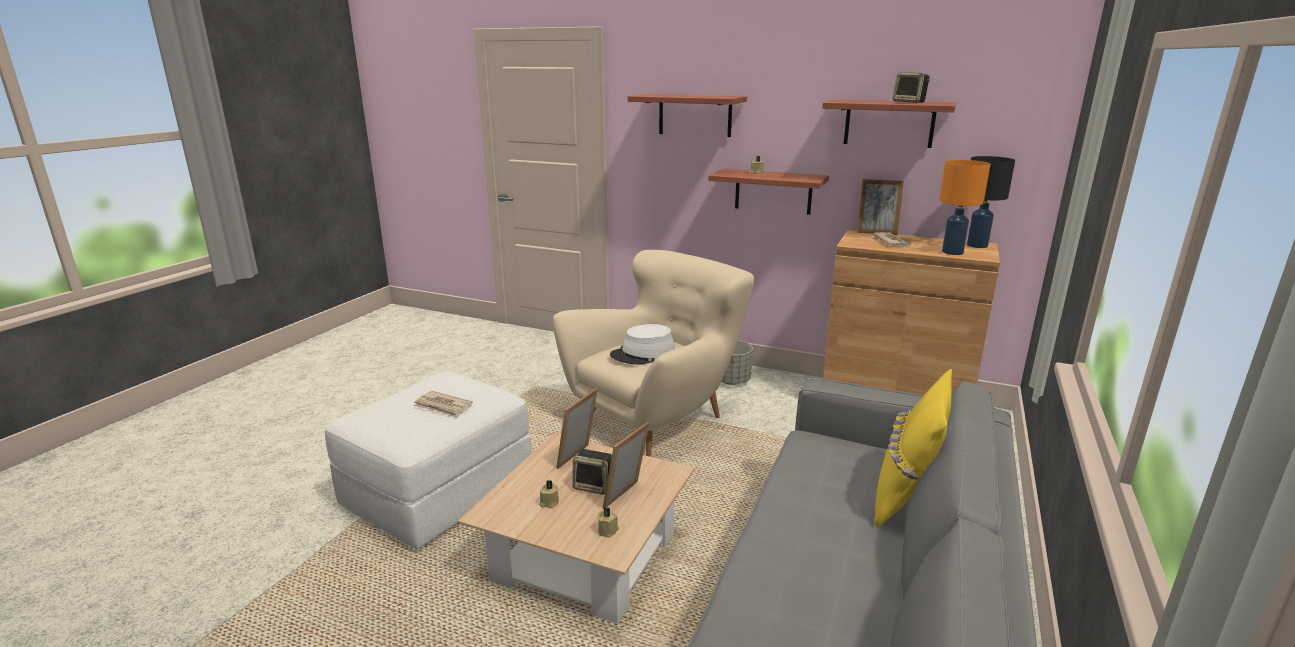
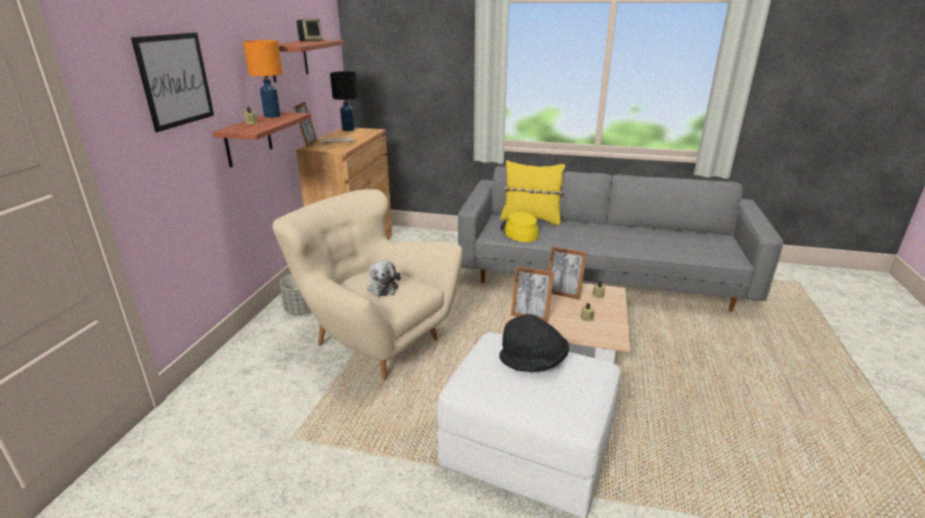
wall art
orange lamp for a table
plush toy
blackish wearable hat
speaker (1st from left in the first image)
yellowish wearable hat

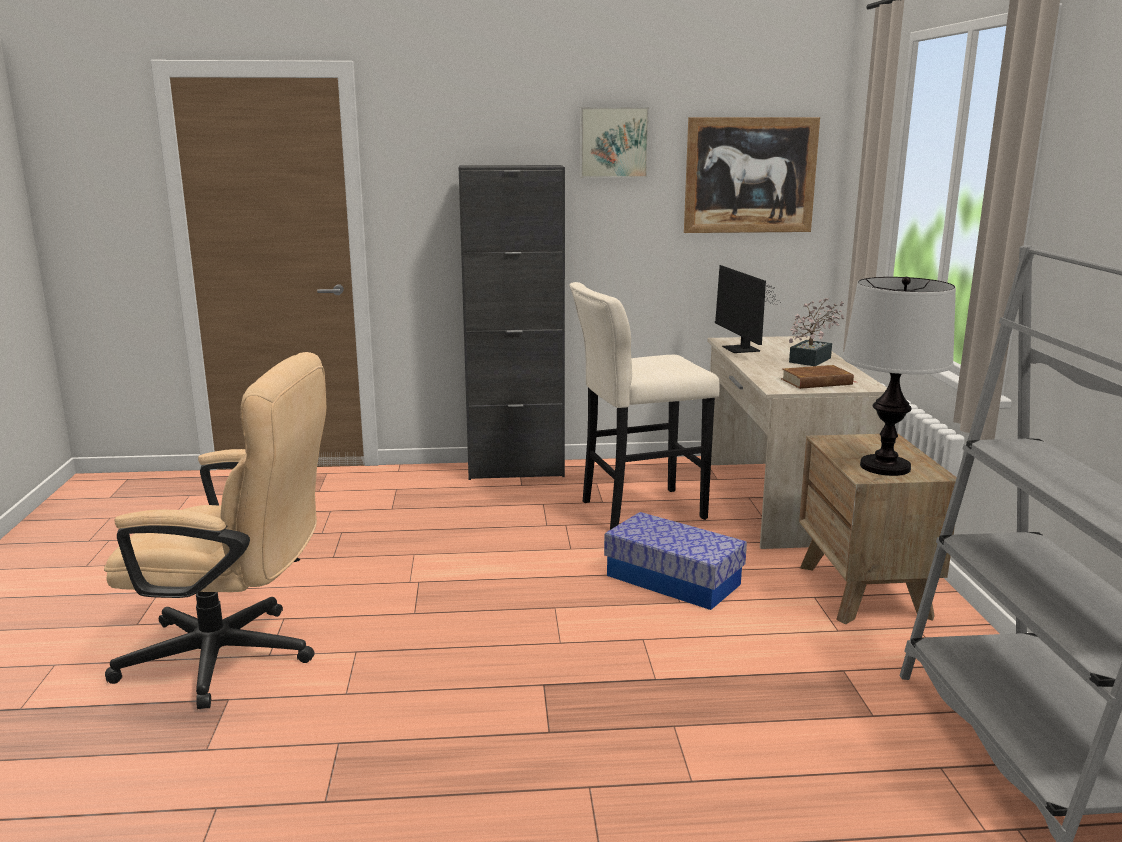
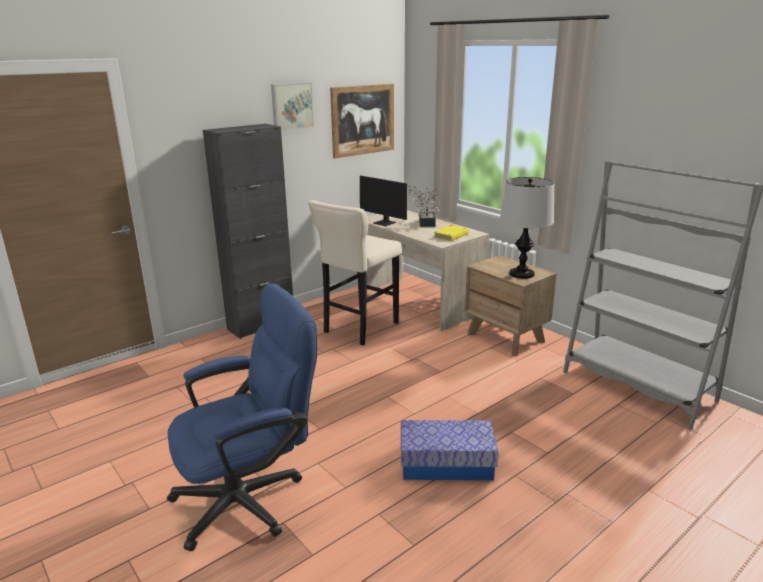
bluish office chair
yellowish volume
storage box

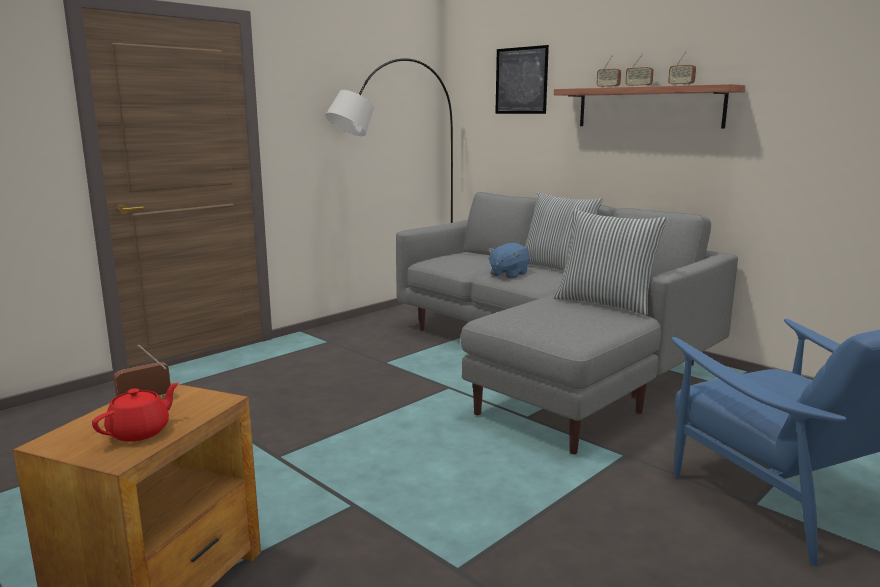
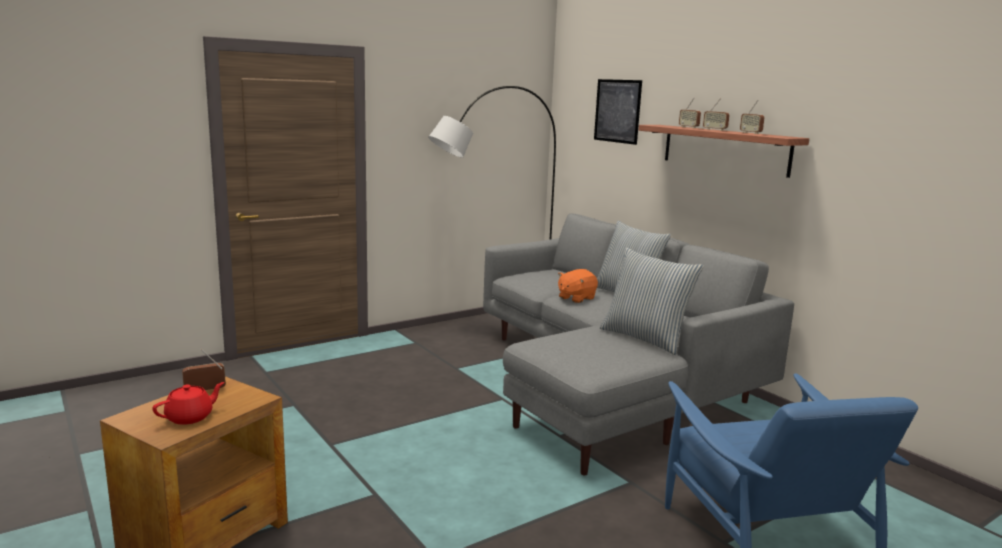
orange plush toy

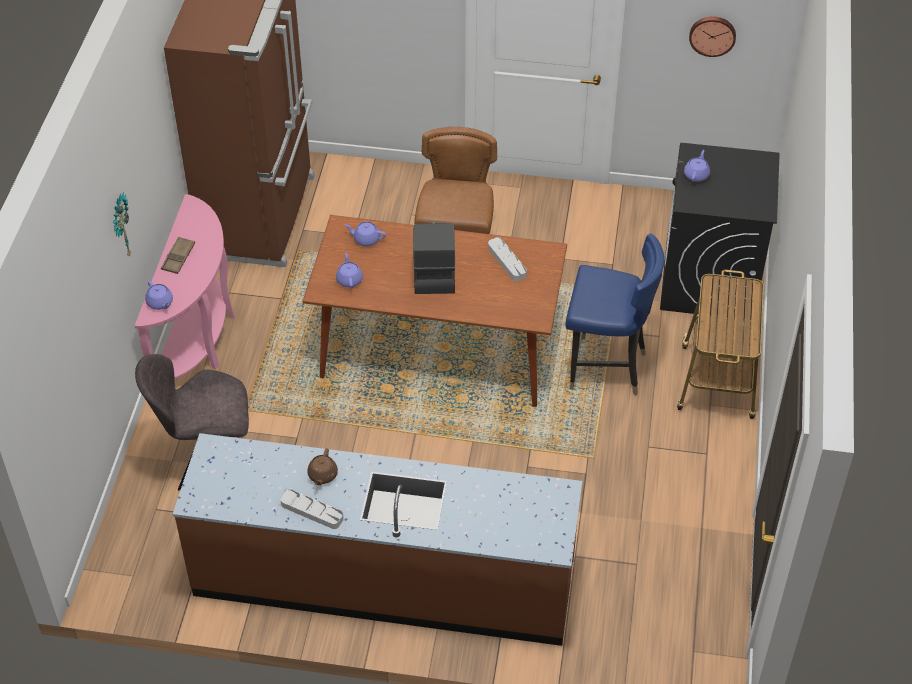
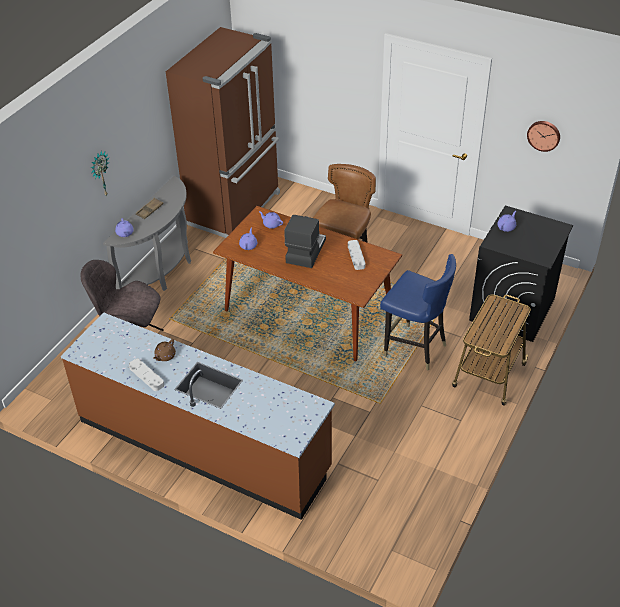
gray narrow table

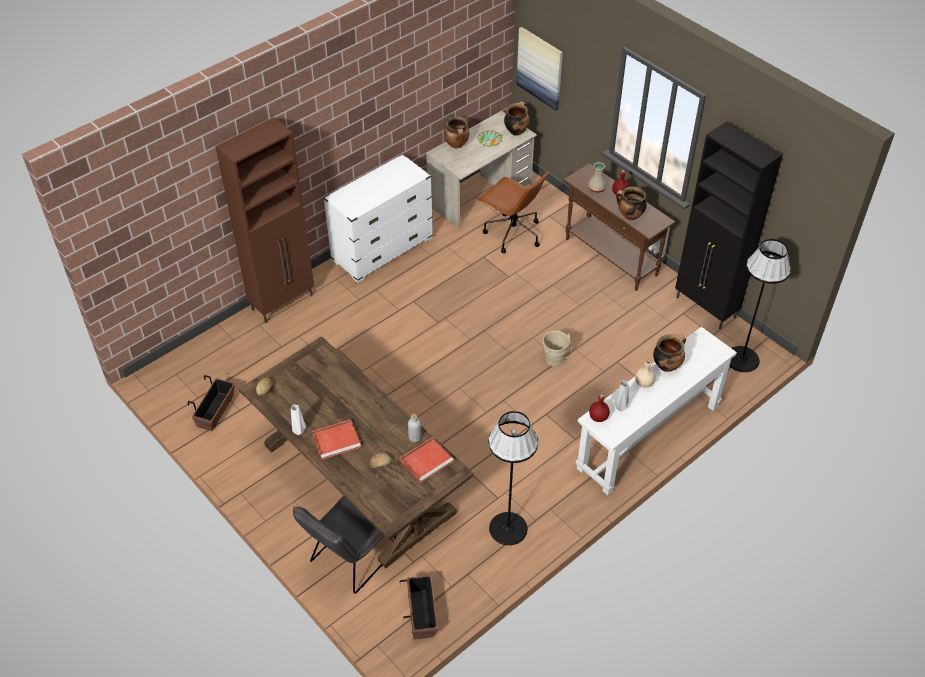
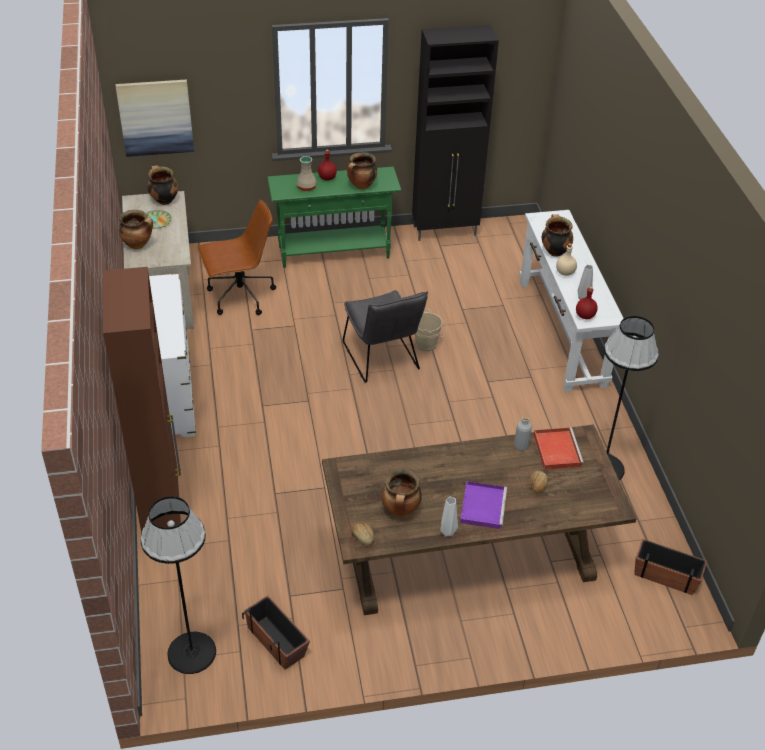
green-coloured narrow table
blackish standard lamp (1st from left)
purplish serving tray
gray chair
stockpot (4th from left)

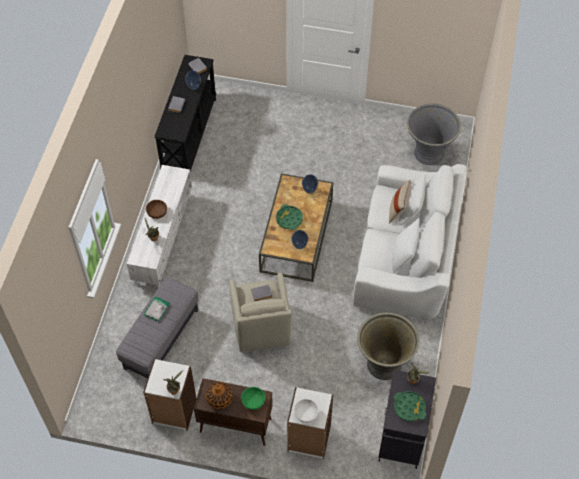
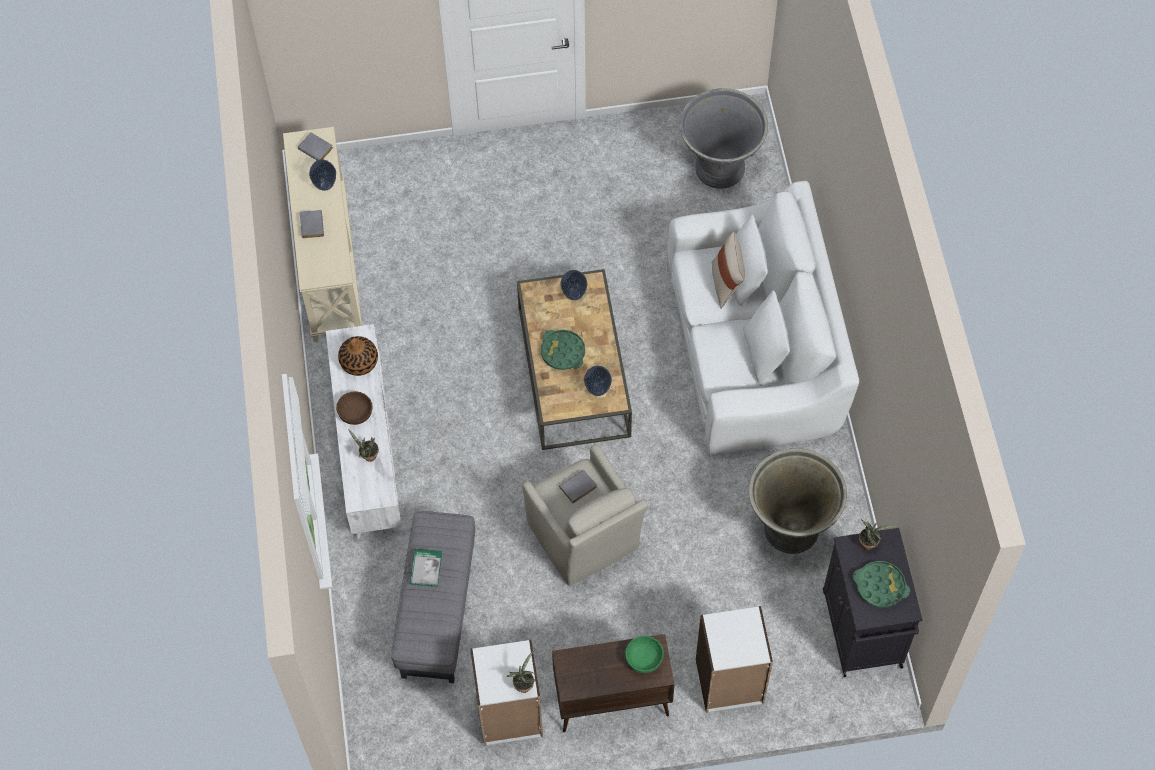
beige narrow table
vase (2nd from left)
white serving bowl

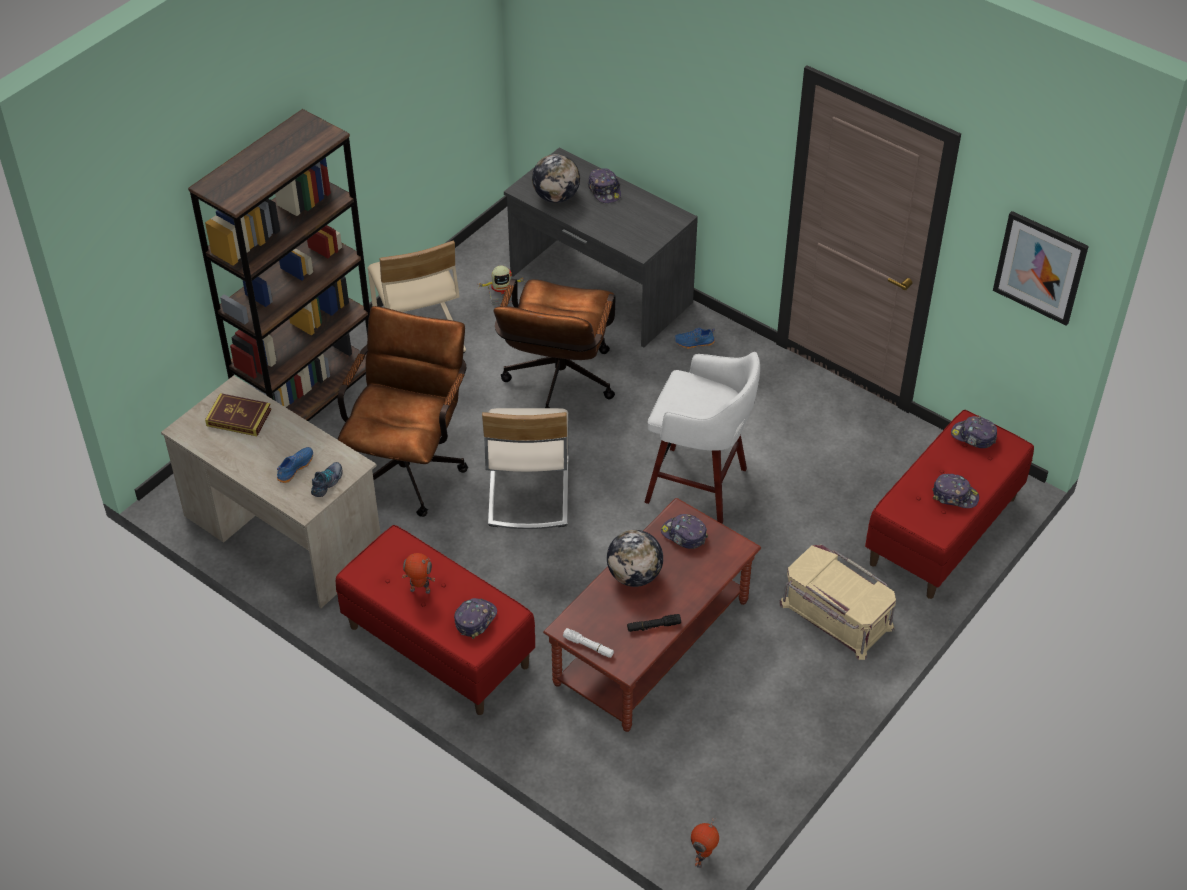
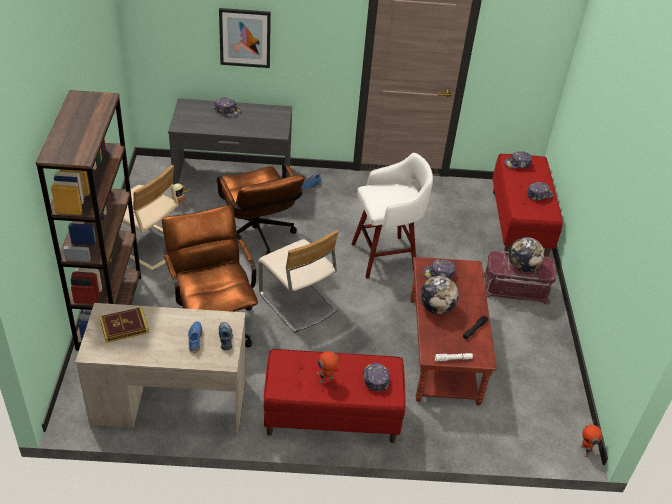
world globe (2nd from left)
wall art
red storage box

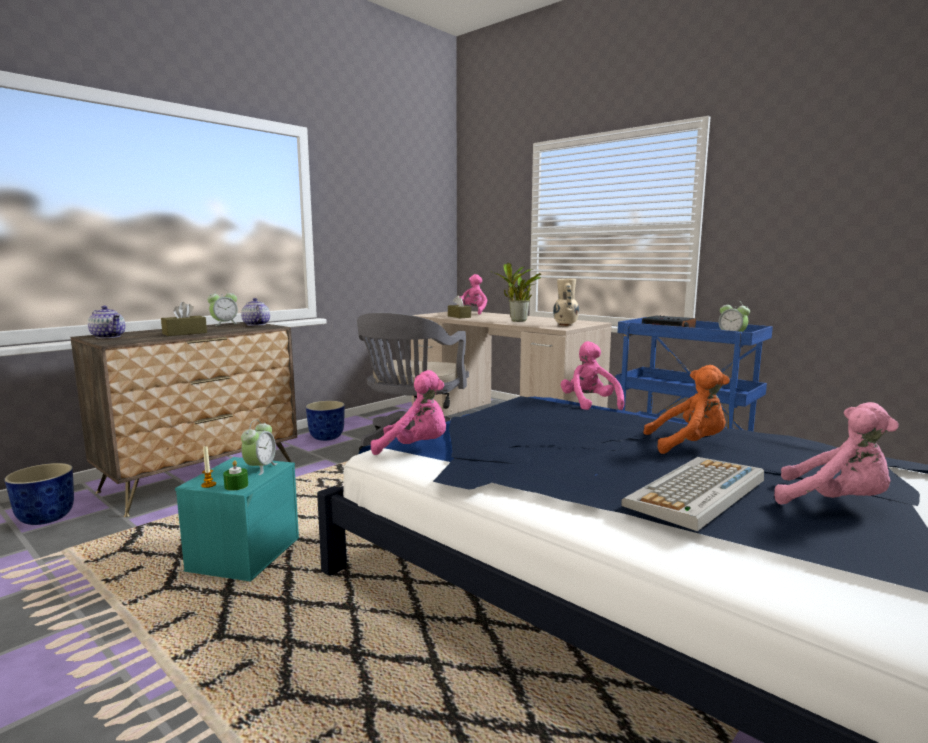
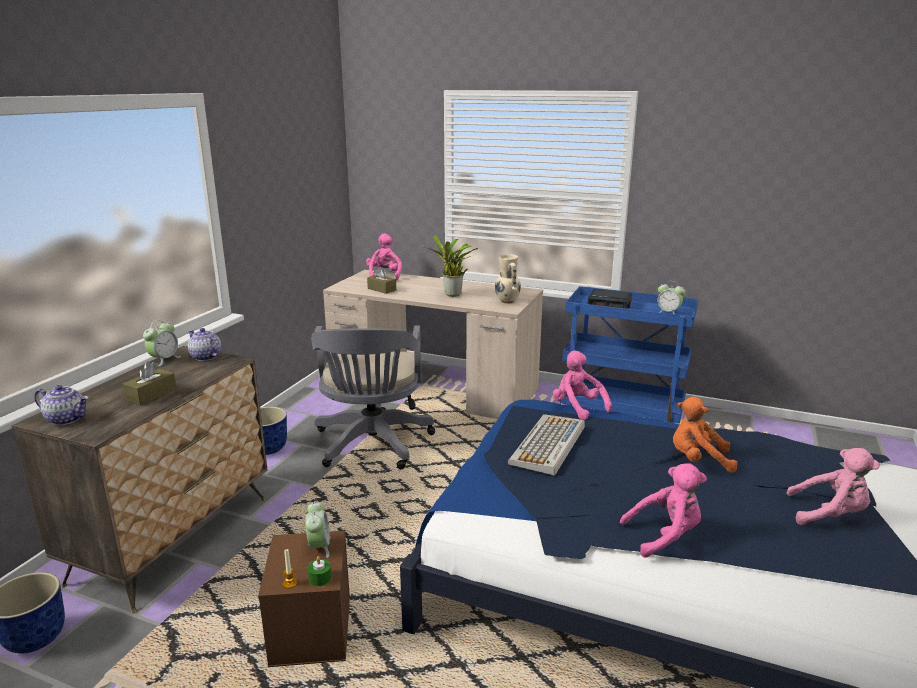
orange plush toy
pinkish plush toy (3rd from left)
brown-coloured storage box
computer keyboard

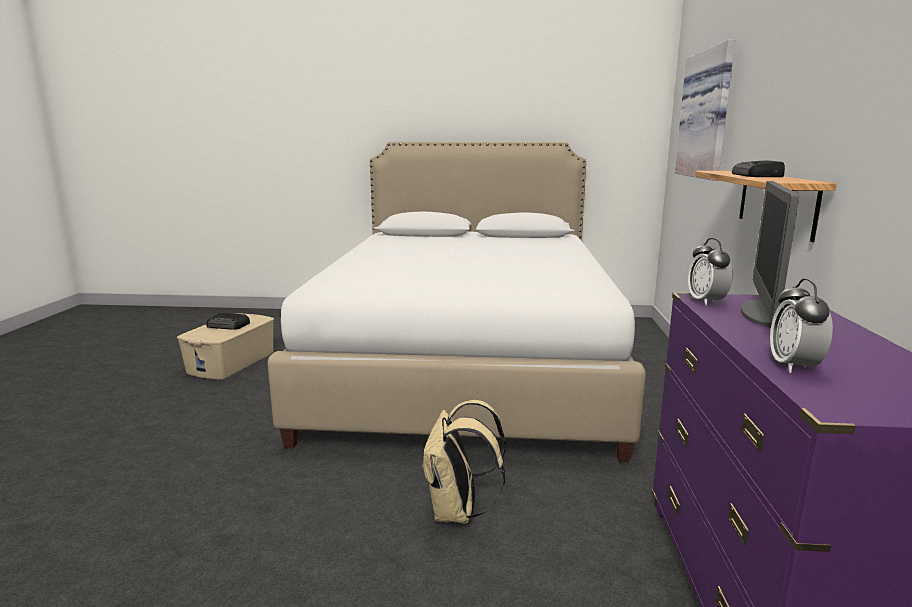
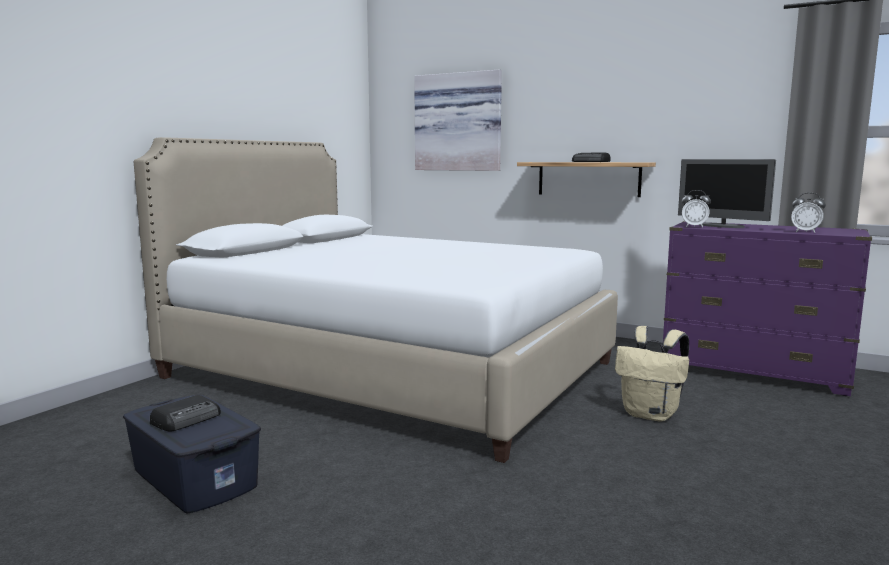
bluish storage box

